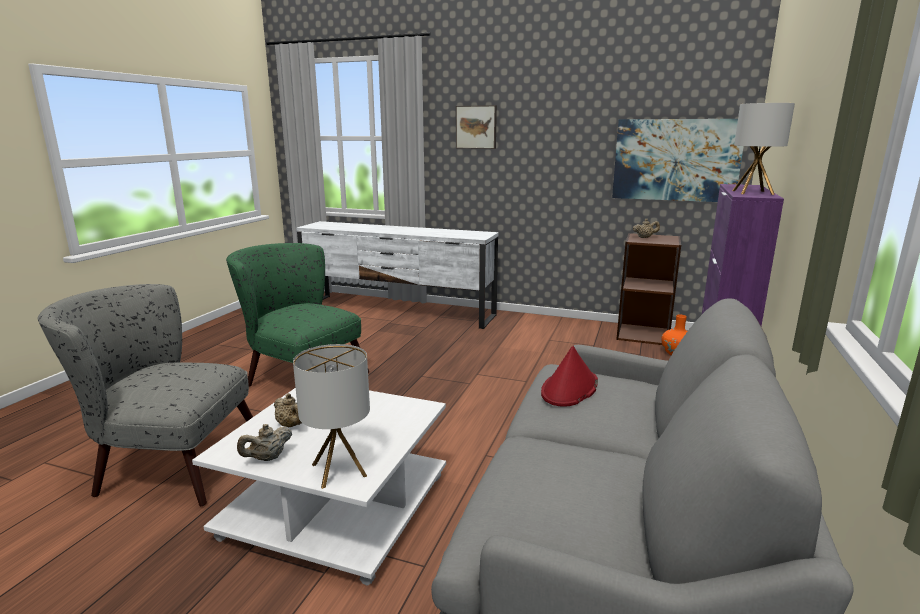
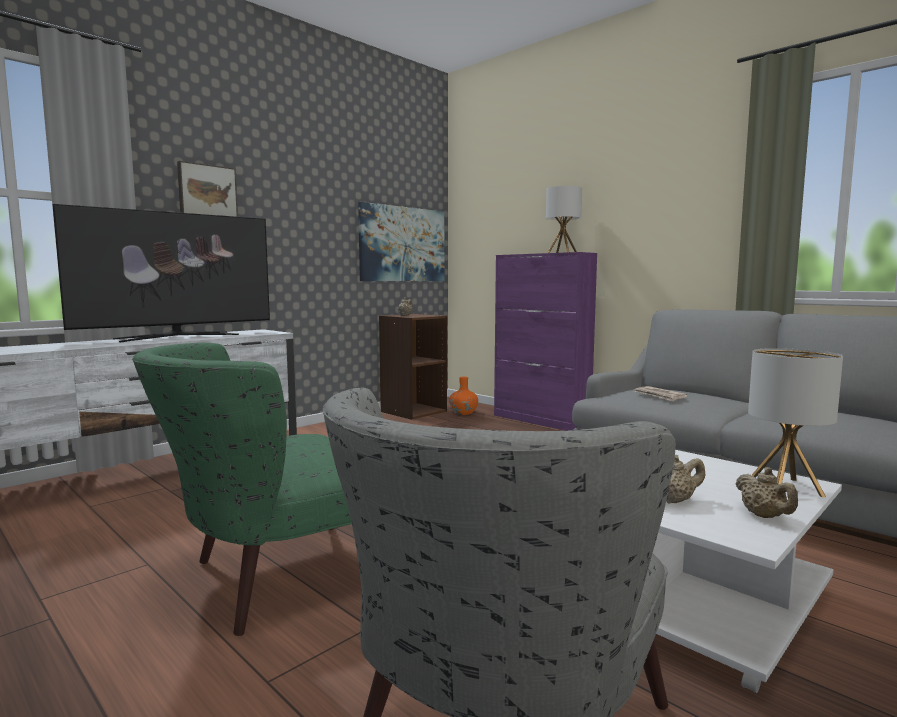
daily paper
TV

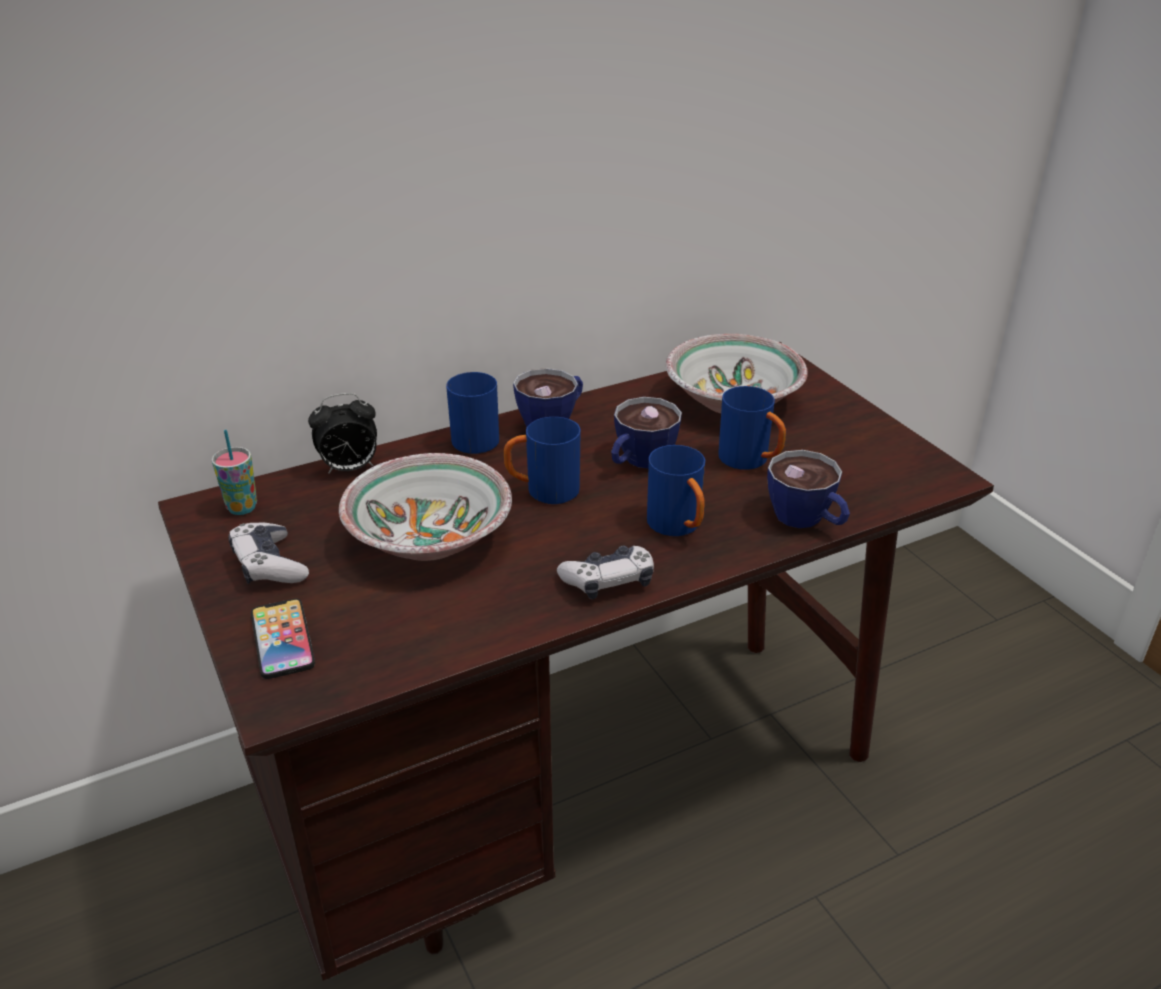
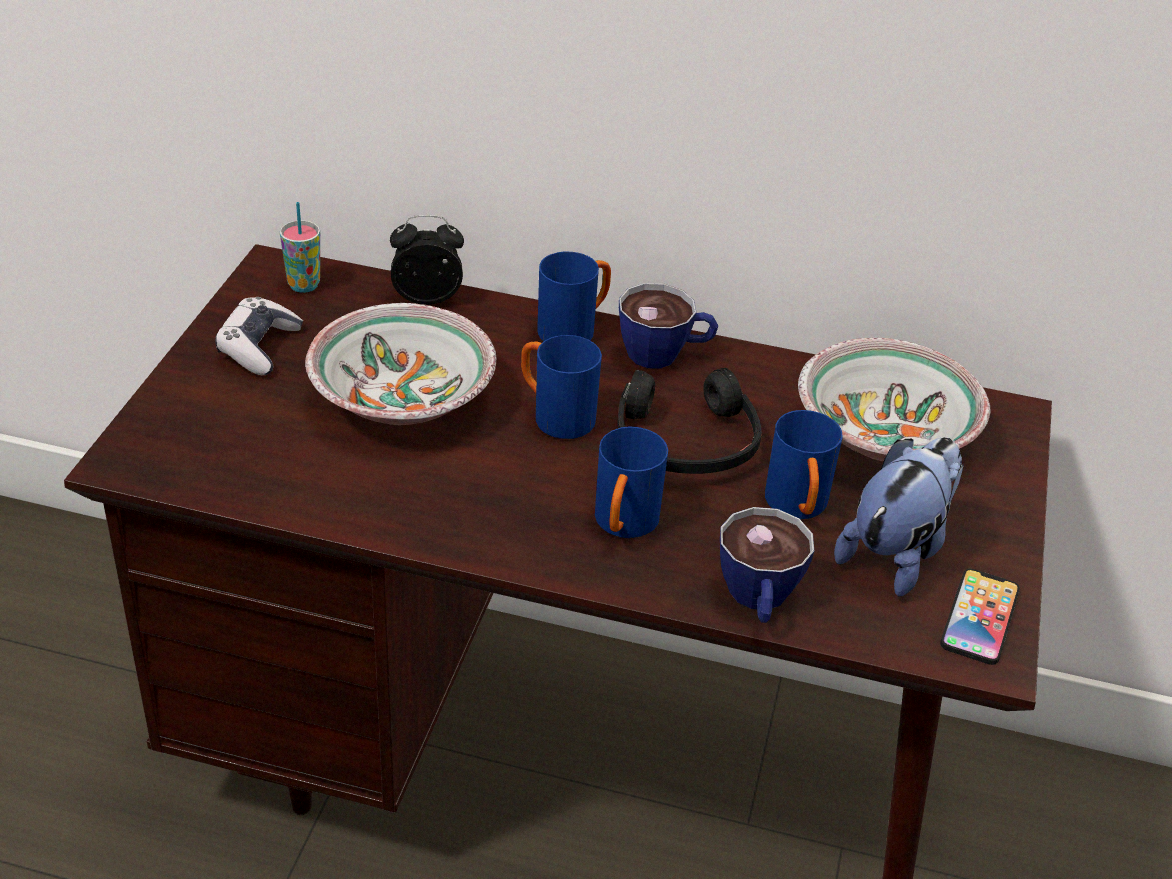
alarm clock
blackish pair of headphones
gamepad (2nd from left in the first image)
telephone
plush toy

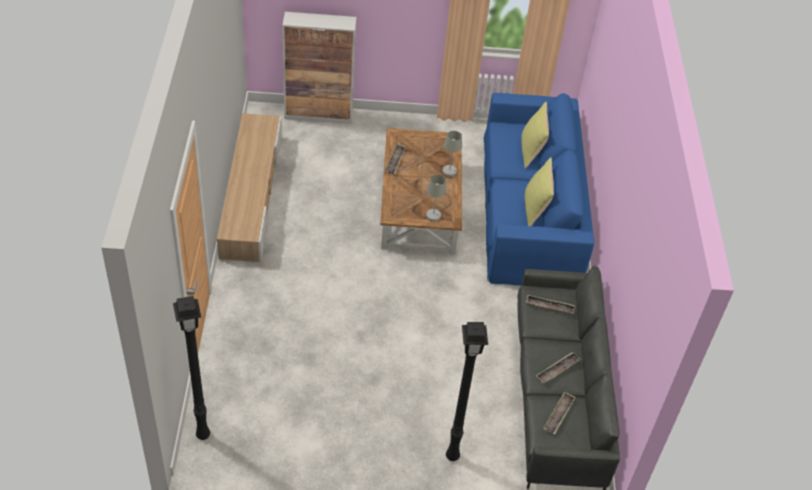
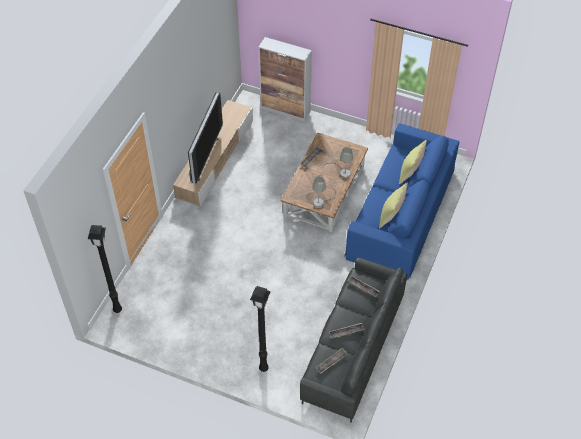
TV

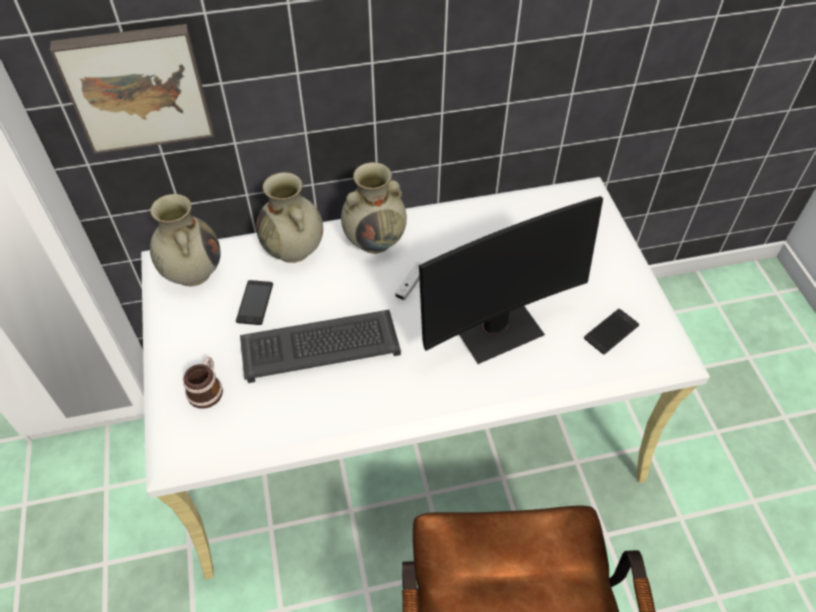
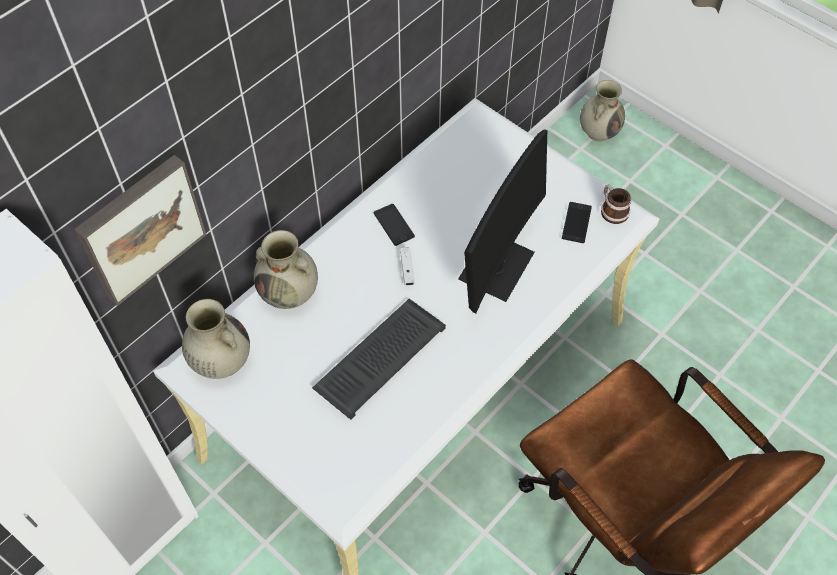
beige vase (3rd from left)
telephone (1st from left)
mug

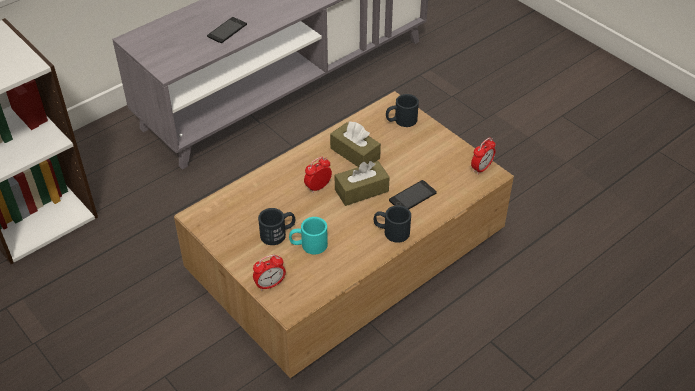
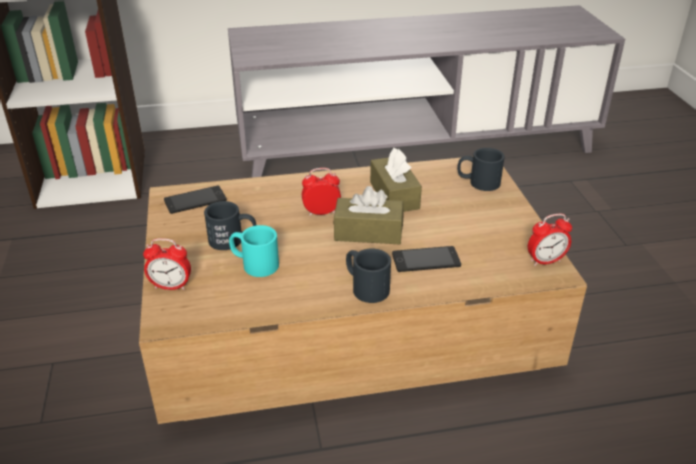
telephone (1st from left)

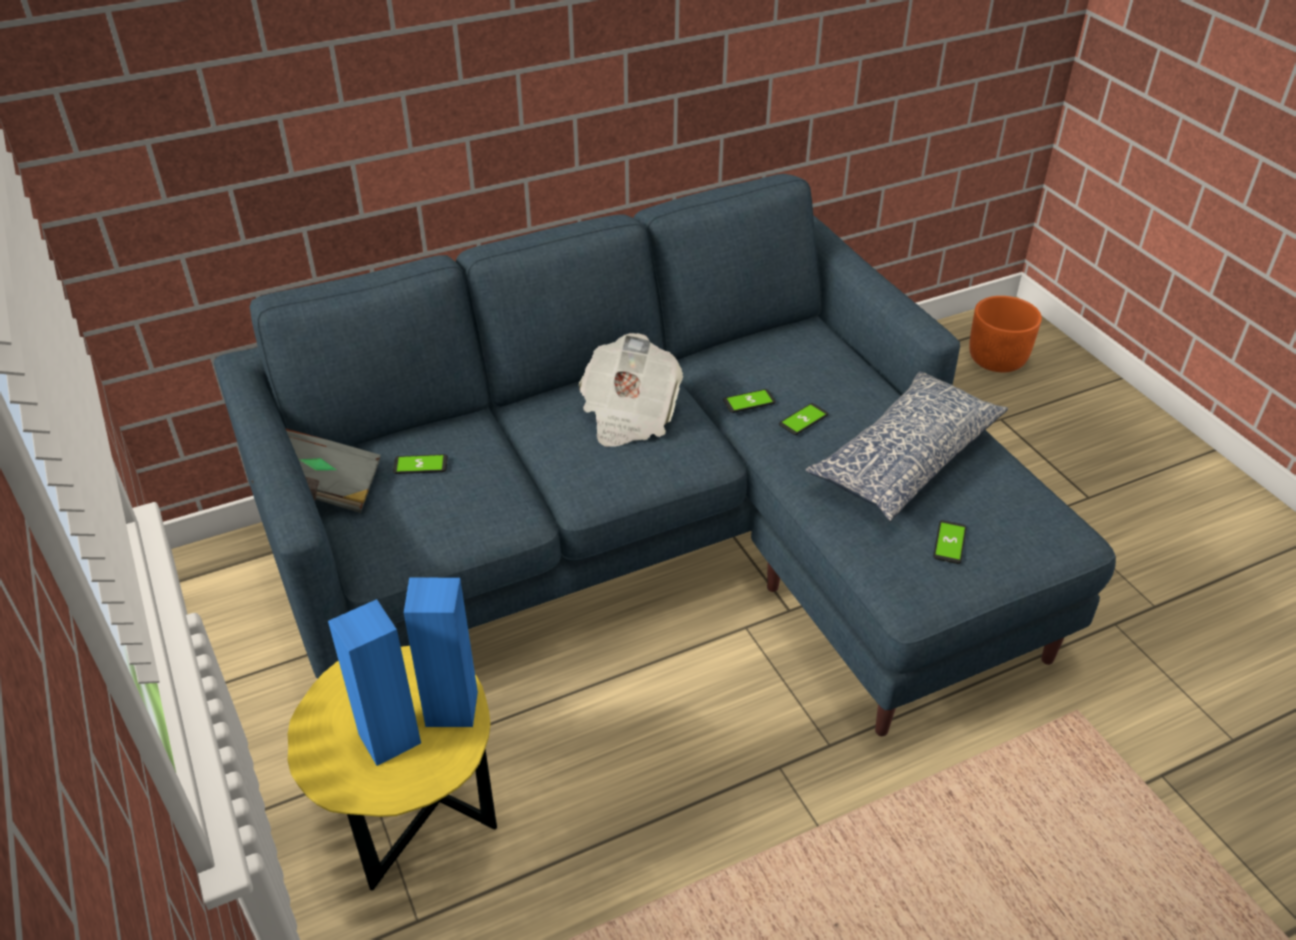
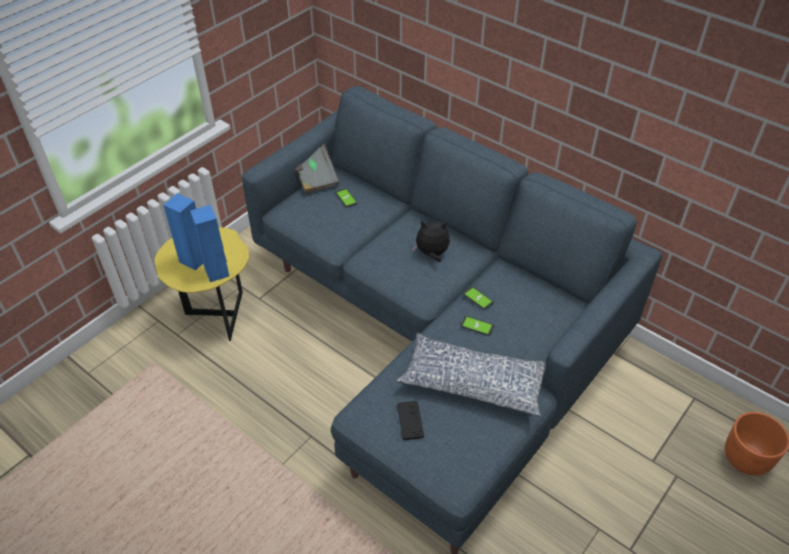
plush toy
blackish gamepad

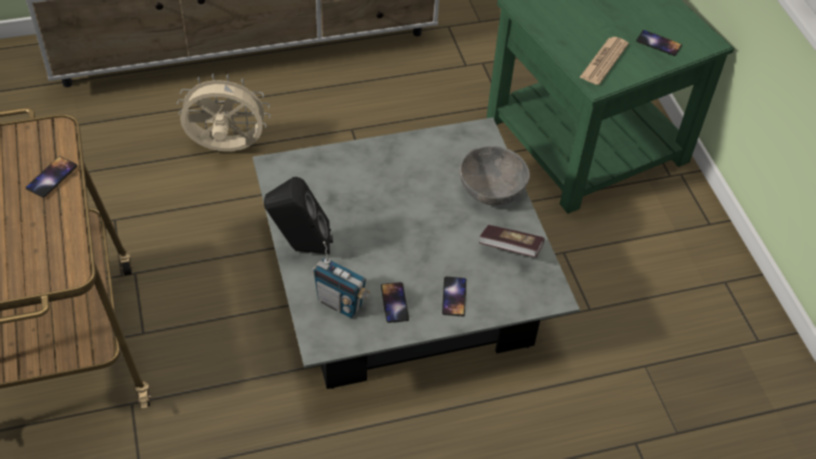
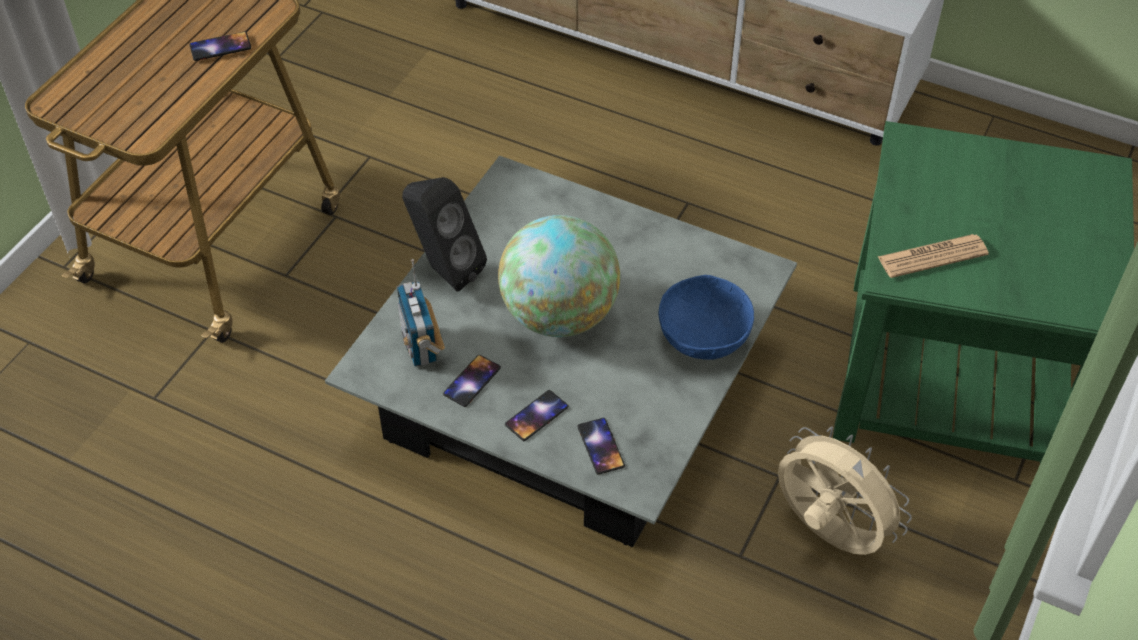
telephone (4th from left)
beige electric fan
bluish serving bowl
volume
world globe

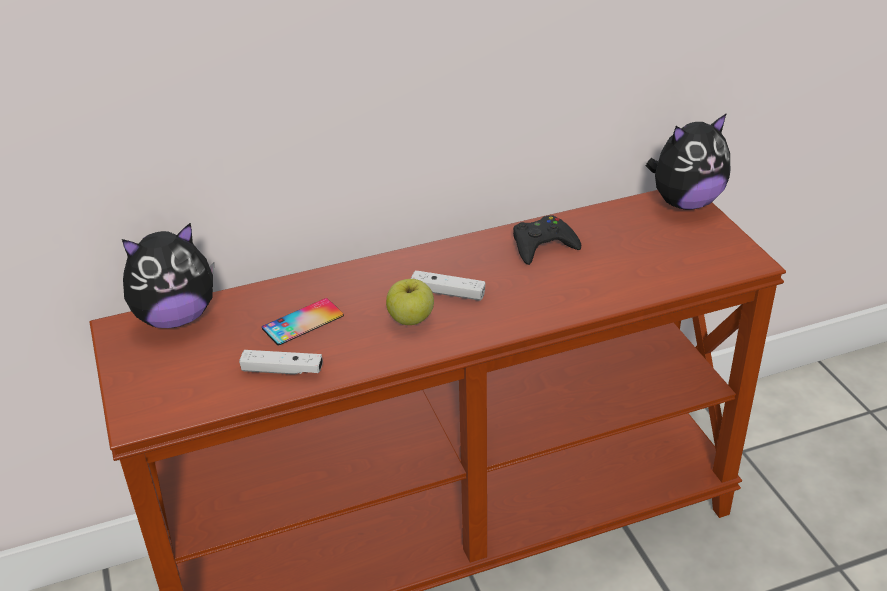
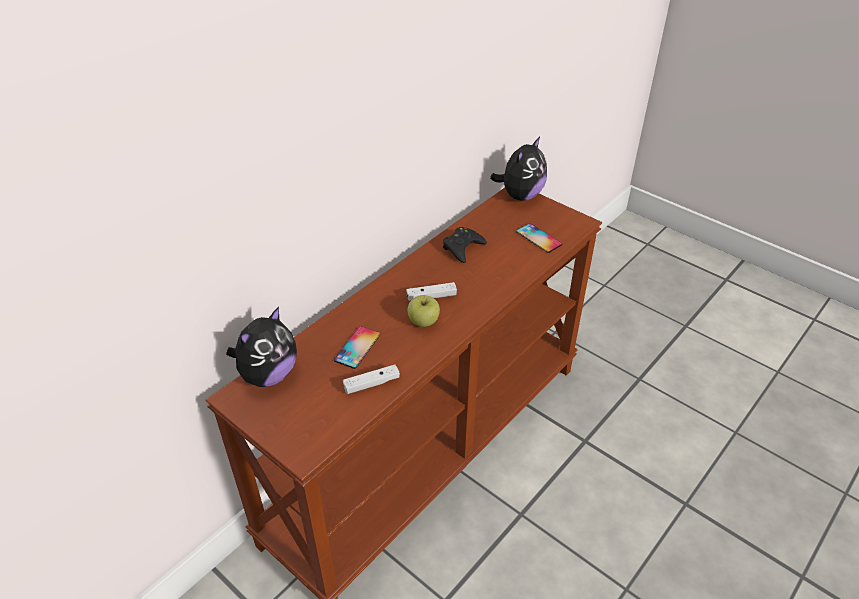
telephone (2nd from left)

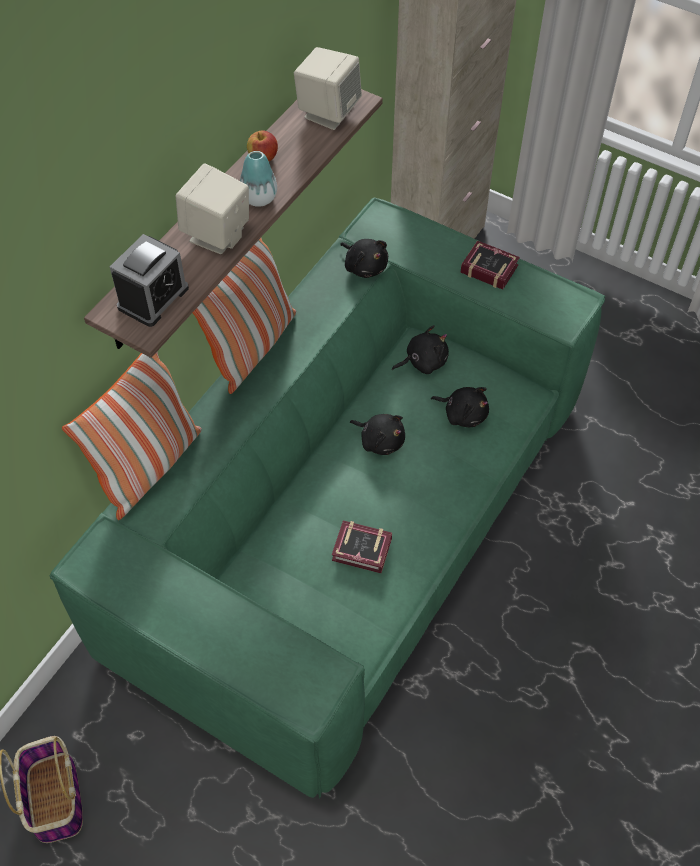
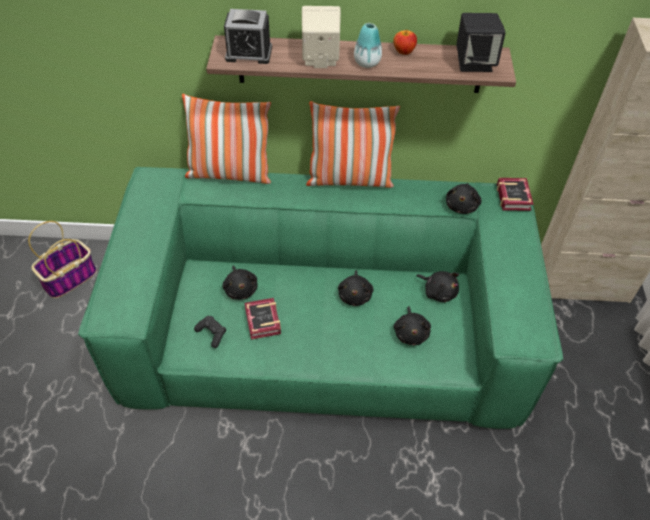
blackish speaker
volume (2nd from left)
blackish plush toy (1st from left)
blackish gamepad

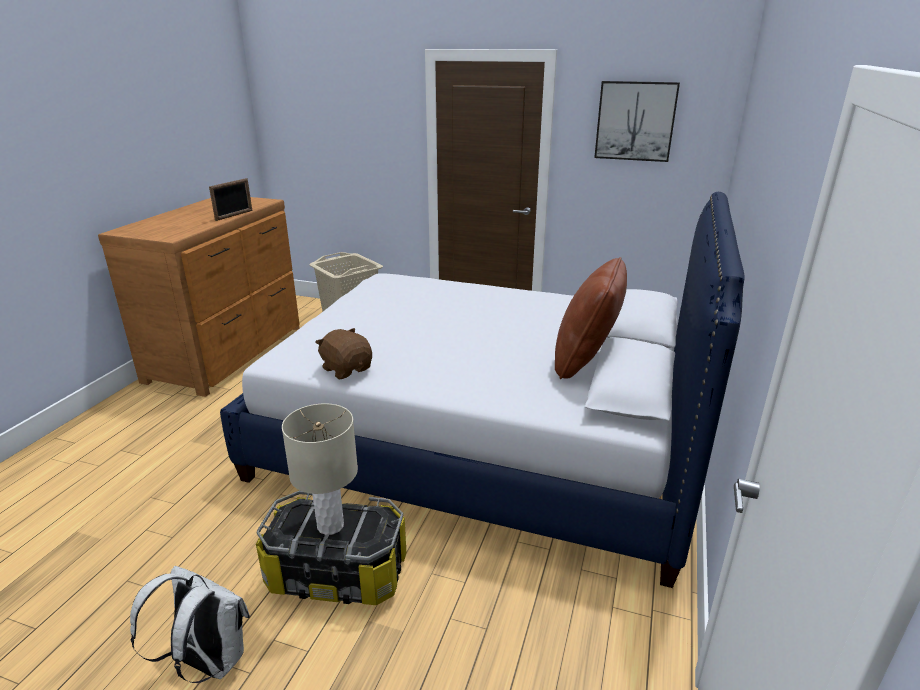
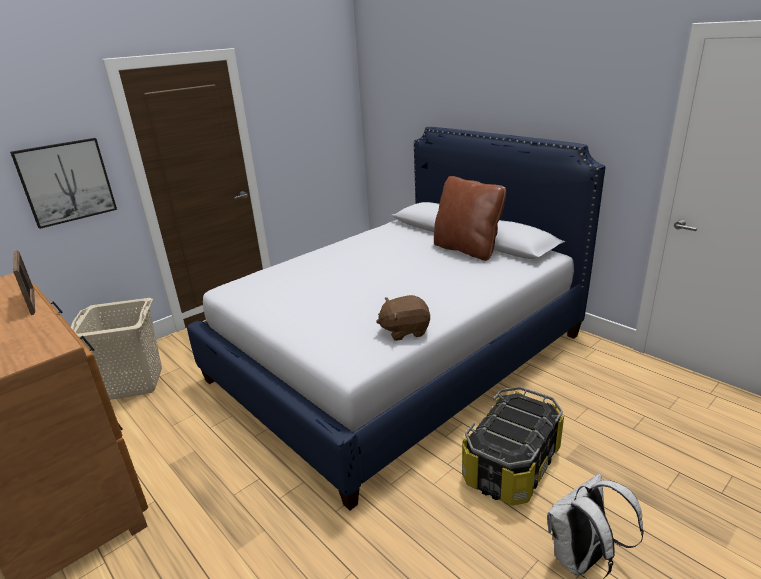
wall art
beige lamp for a table

